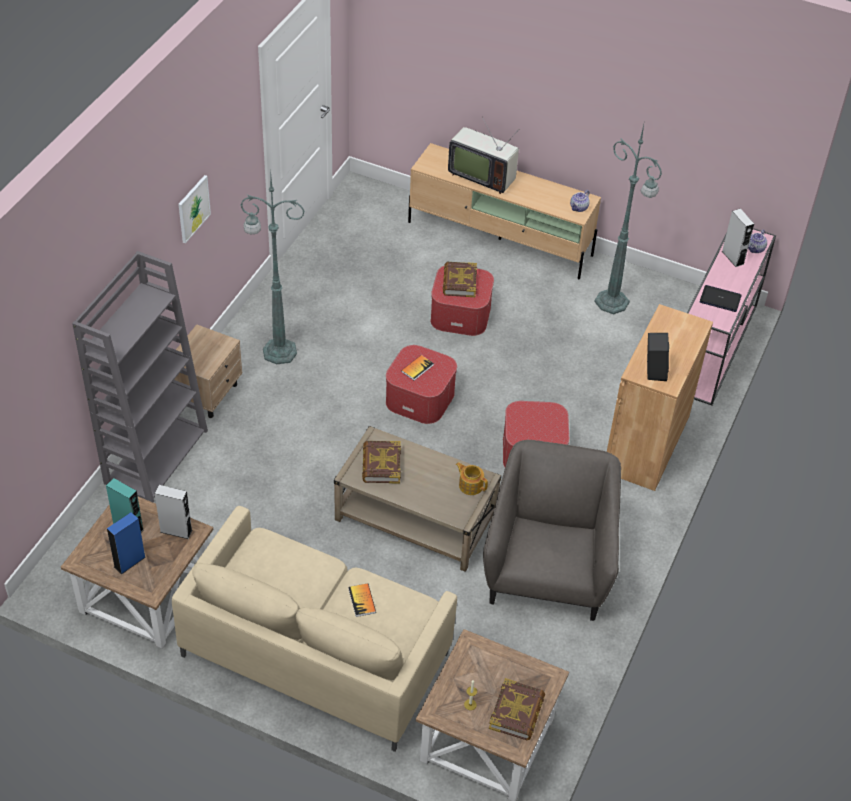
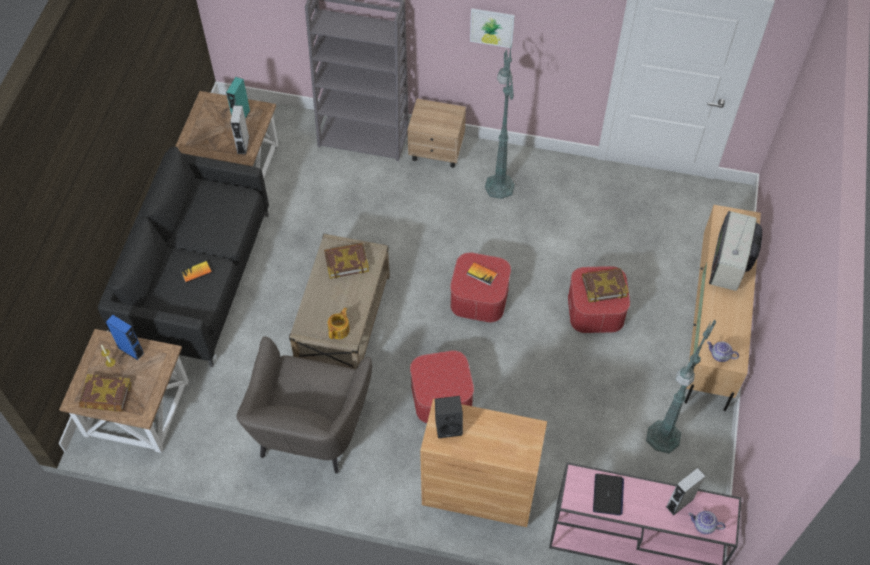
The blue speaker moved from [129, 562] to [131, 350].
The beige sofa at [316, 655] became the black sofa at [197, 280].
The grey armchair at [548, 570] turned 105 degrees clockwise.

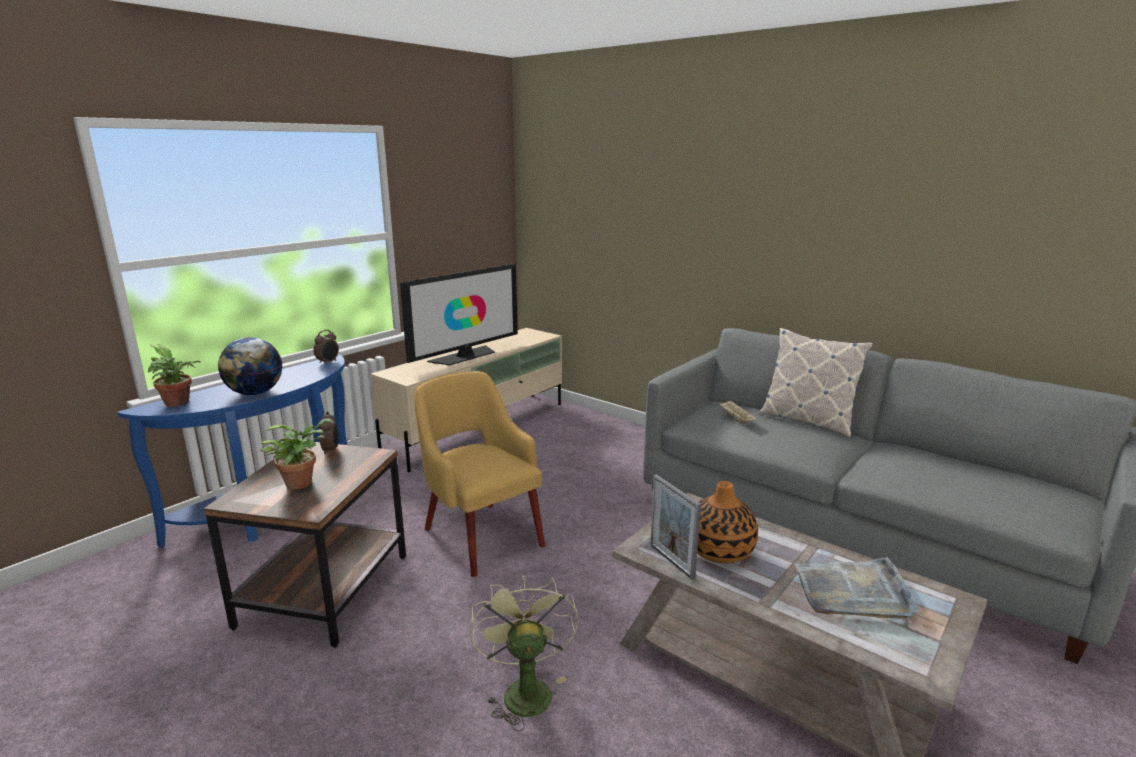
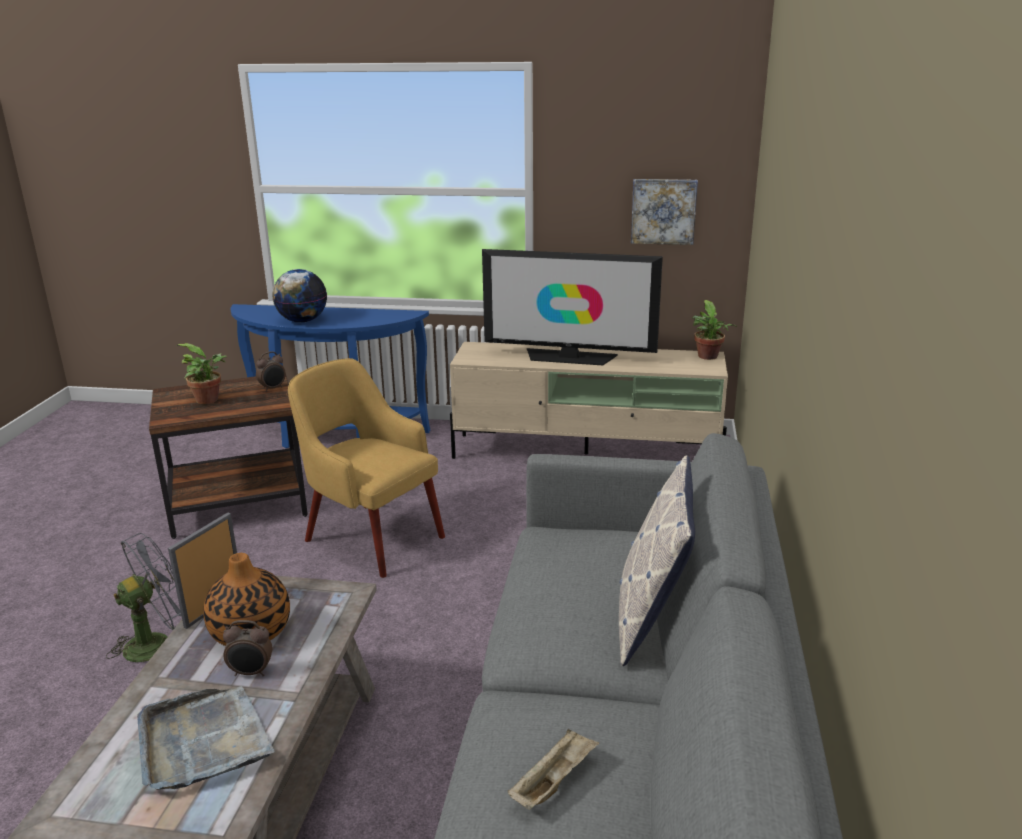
The picture at [663, 211] appeared.
The potted plant moved from [179, 403] to [708, 357].
The alarm clock moved from [328, 362] to [251, 673].
The beige tray moved from [735, 419] to [553, 781].
The green fan at [524, 689] became the grey fan at [157, 642].
The yellow armchair at [481, 535] turned 75 degrees counterclockwise.

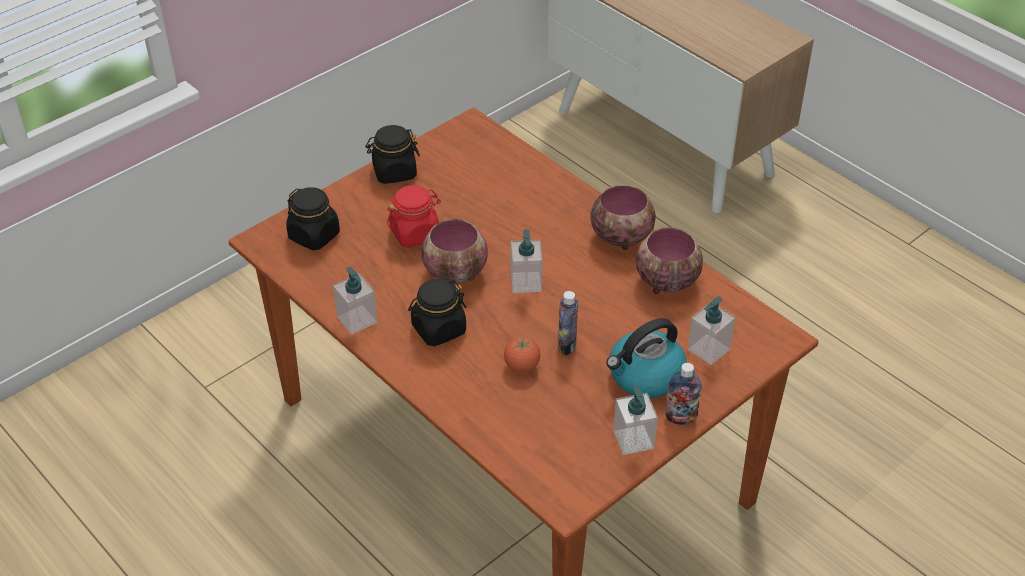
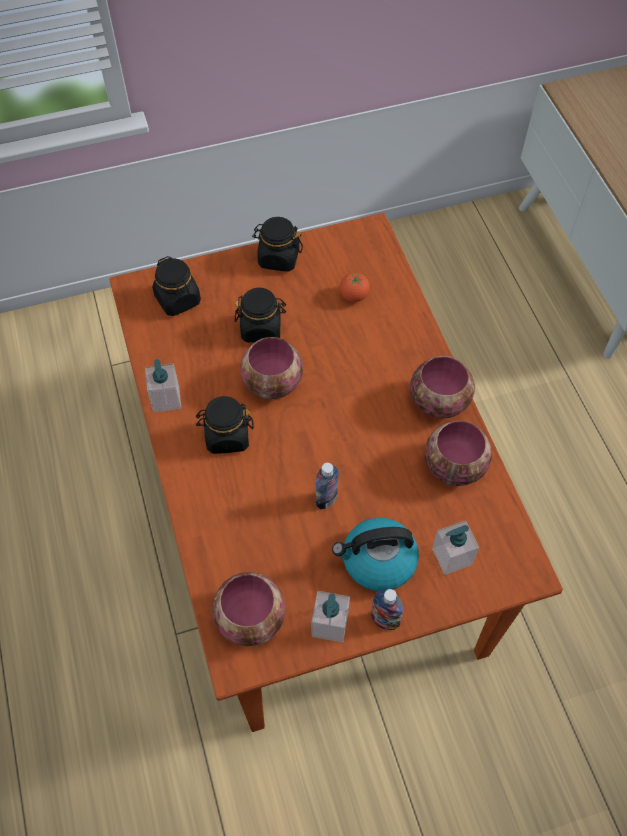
The soap dispenser at [526, 282] disappeared.
The bowl at [252, 619] appeared.
The tomato moved from [522, 366] to [354, 296].
The red jar at [415, 233] became the black jar at [261, 328].

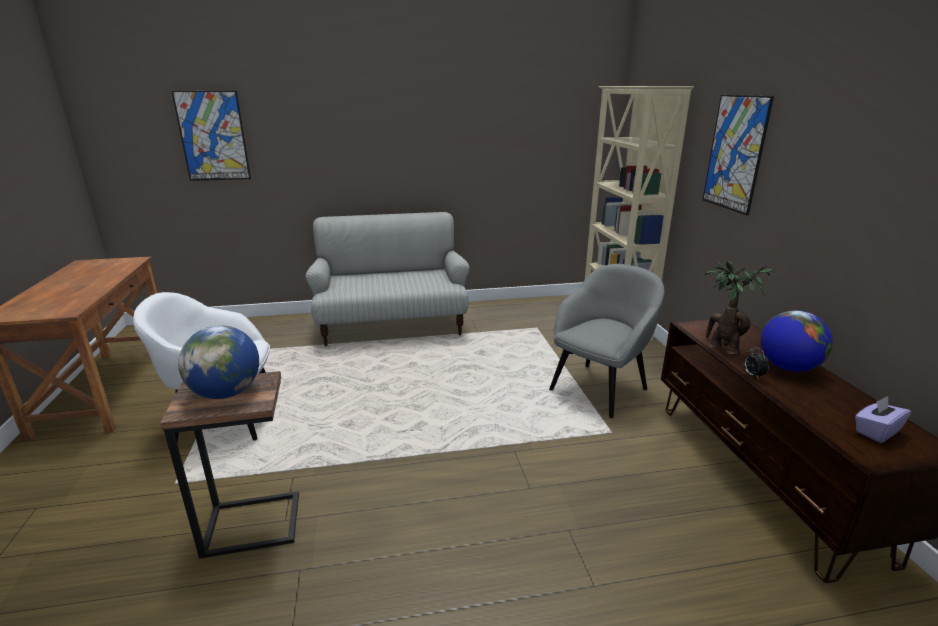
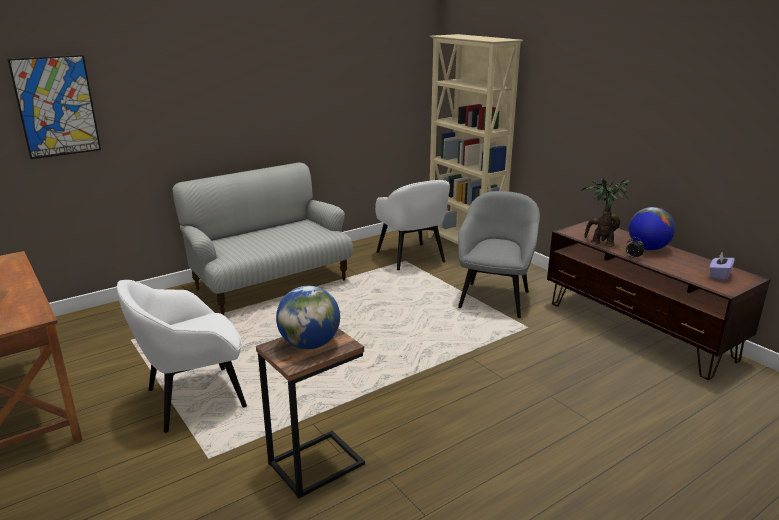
The picture at [735, 153] disappeared.
The white armchair at [411, 257] appeared.

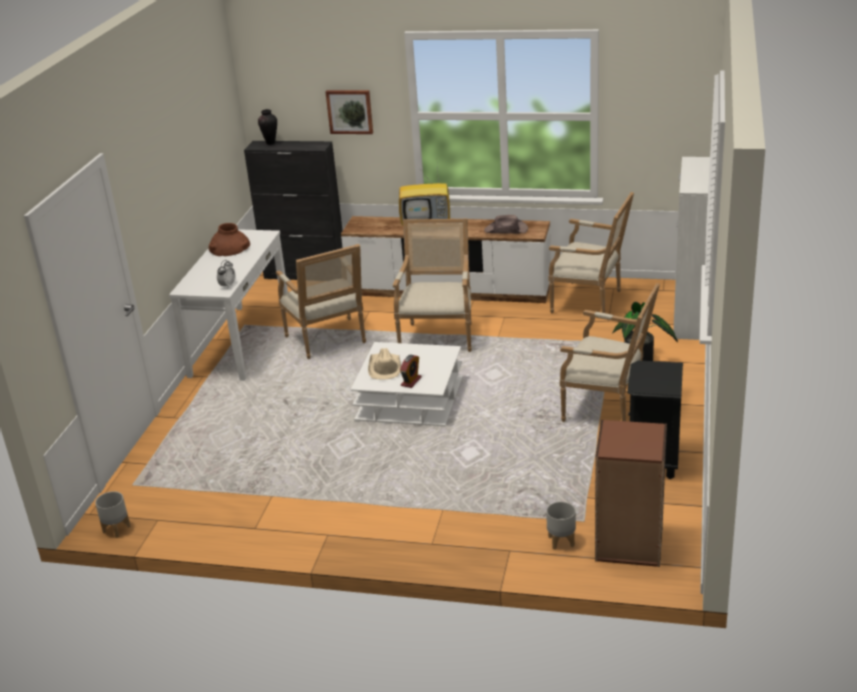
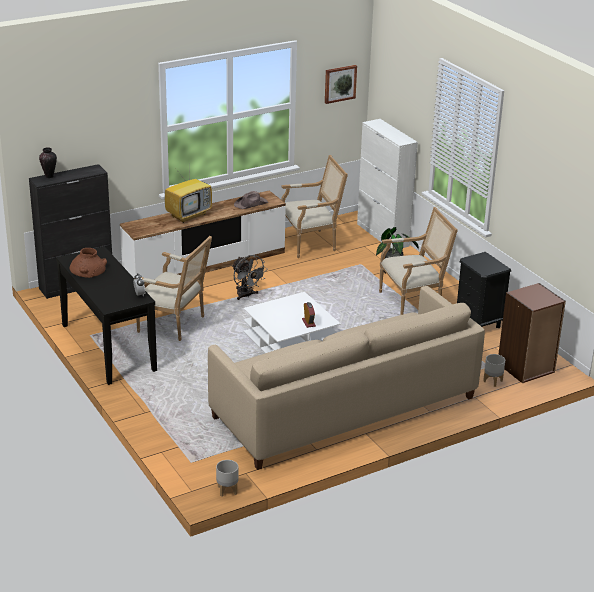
The beige hat at [385, 368] disappeared.
The beige sofa at [344, 407] appeared.
The picture moved from [350, 111] to [340, 83].
The armchair at [438, 336] was replaced by the grey fan at [246, 296].
The white console table at [240, 342] became the black console table at [108, 347].

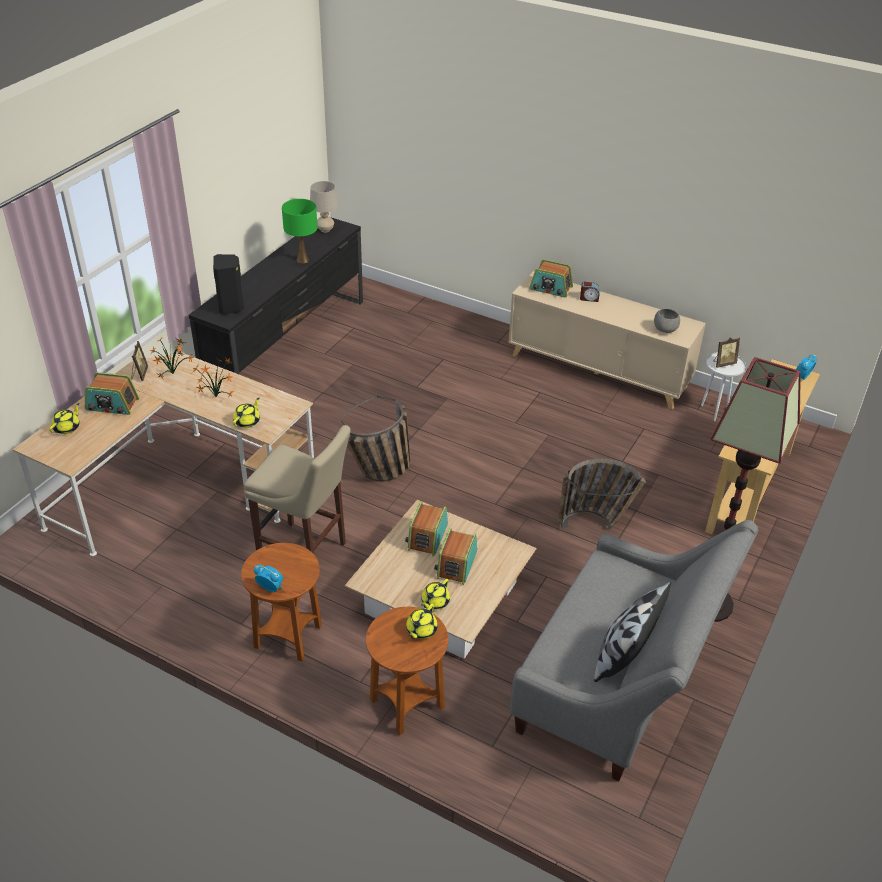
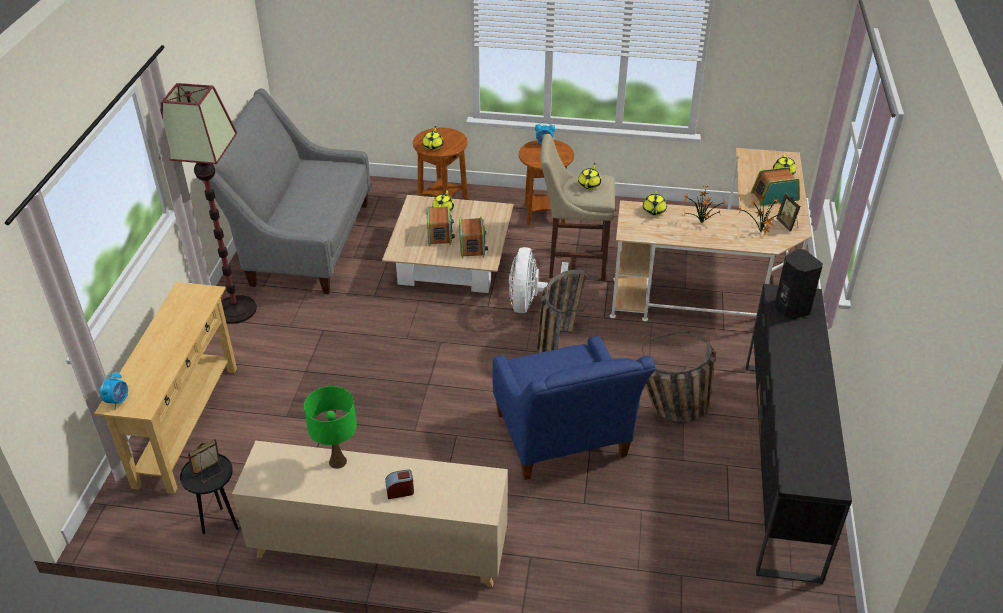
The beige table lamp at [325, 230] disappeared.
The radio at [550, 288] disappeared.
The pillow at [624, 656] disappeared.
The grey bowl at [665, 329] disappeared.
The blue armchair at [564, 442] appeared.
The white fan at [531, 304] appeared.
The yellow teapot at [589, 184] appeared.
The green table lamp moved from [303, 260] to [337, 462].
The basket moved from [596, 523] to [672, 413].
The white side table at [714, 412] became the black side table at [220, 523].

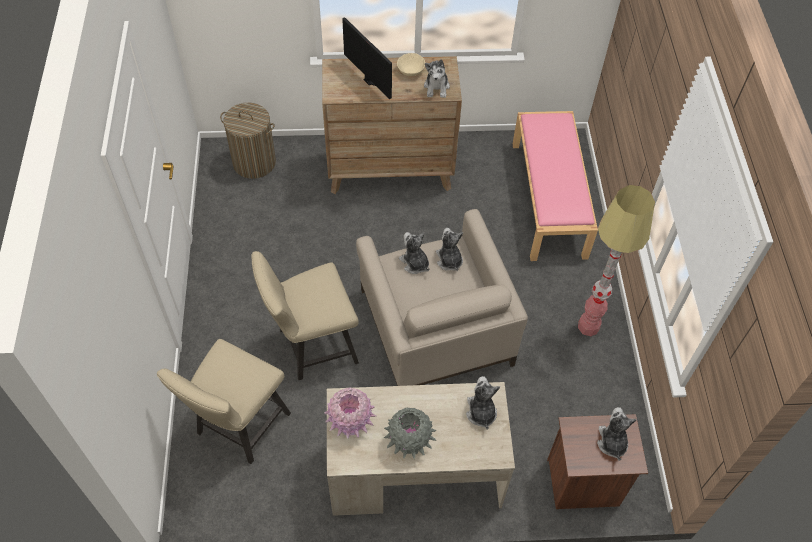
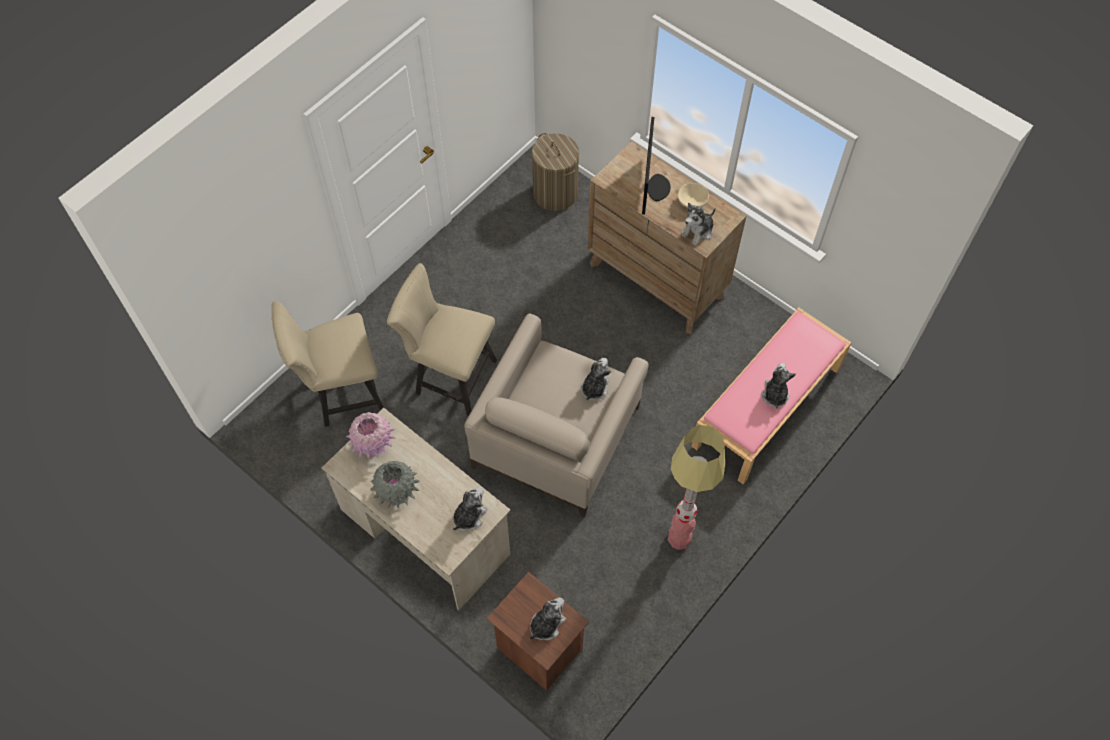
The plush toy moved from [414, 263] to [774, 394].

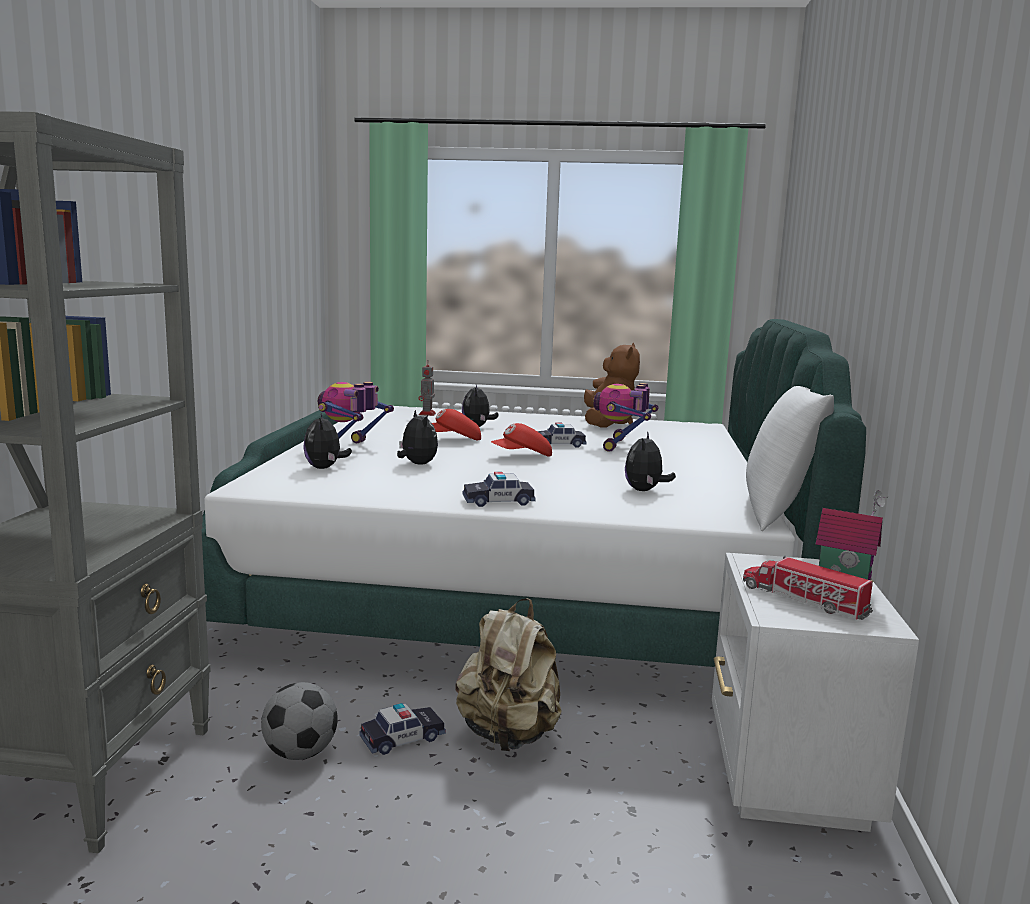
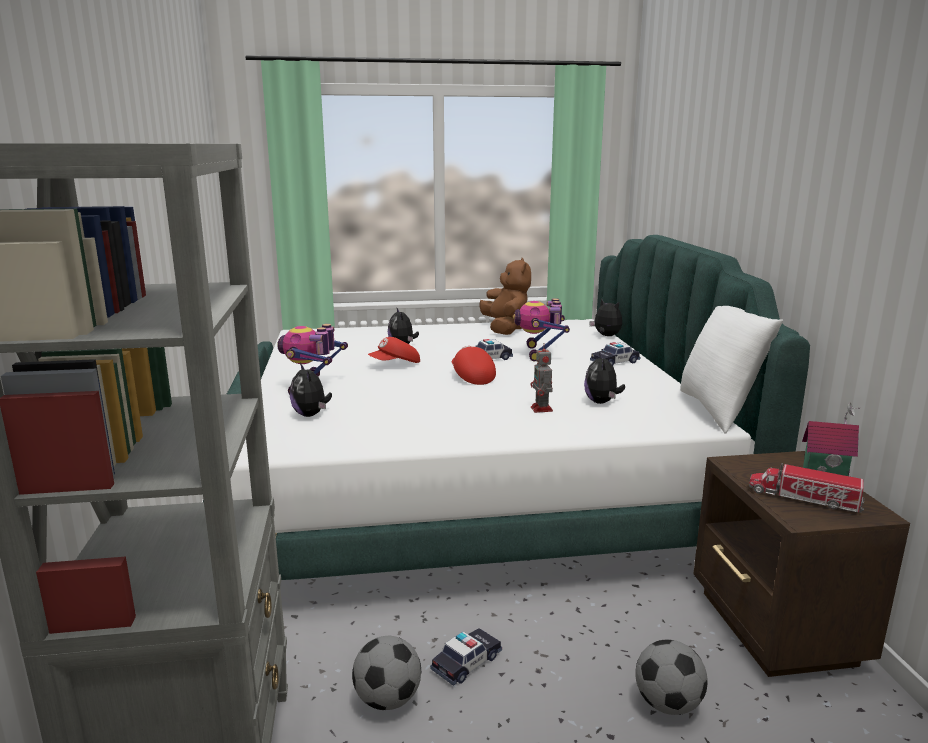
The beige backpack at [509, 735] disappeared.
The football at [667, 704] appeared.
The plush toy moved from [417, 464] to [606, 336].
The toy robot moved from [427, 414] to [542, 409].
The toy car moved from [498, 501] to [615, 362].
The white nightstand at [785, 775] became the brown nightstand at [775, 629].
The red cap at [522, 457] turned 105 degrees clockwise.

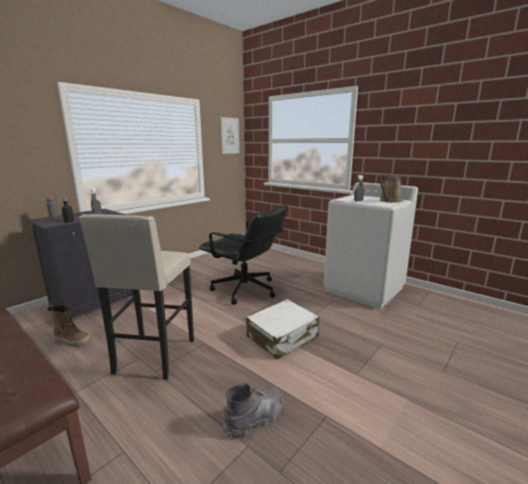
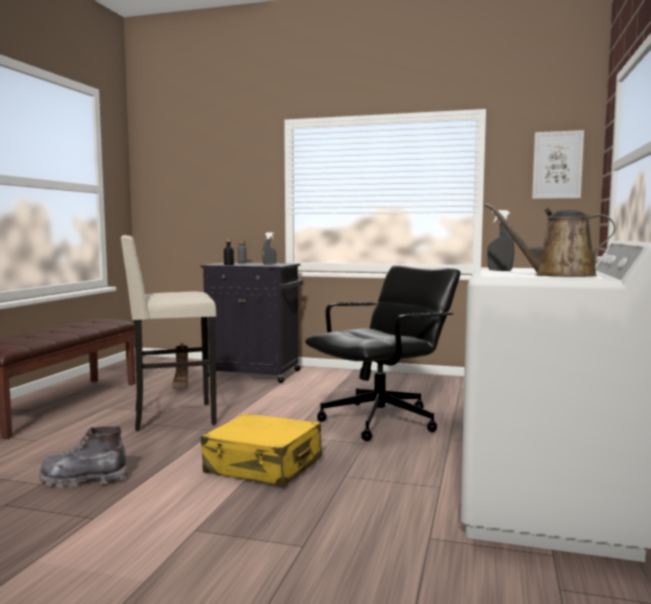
The white suitcase at [282, 337] became the yellow suitcase at [263, 466].
The black office chair at [245, 290] turned 135 degrees counterclockwise.
The grey boot at [255, 417] turned 150 degrees clockwise.

